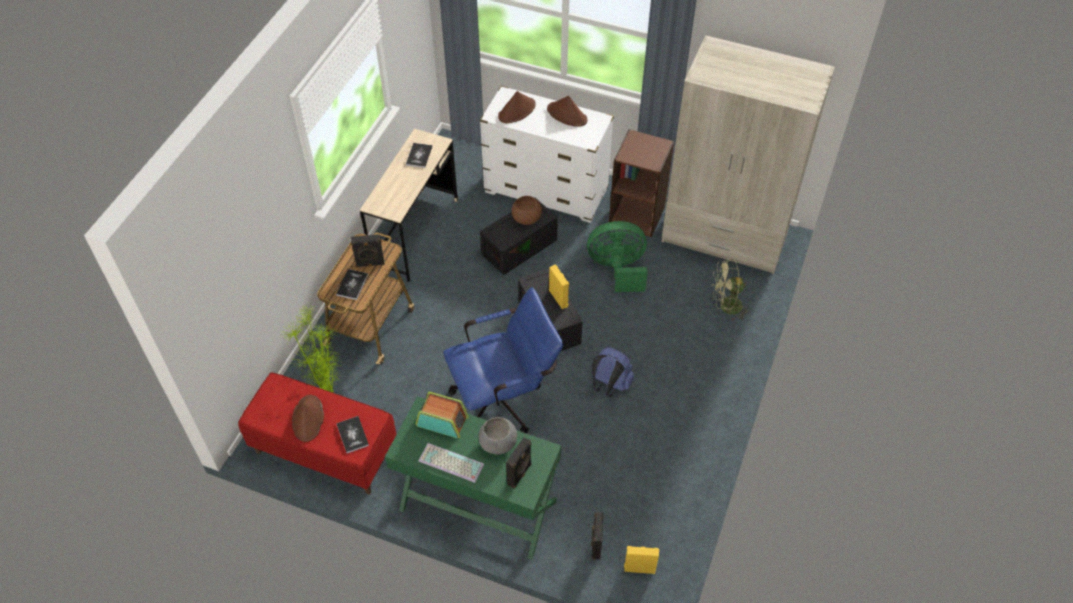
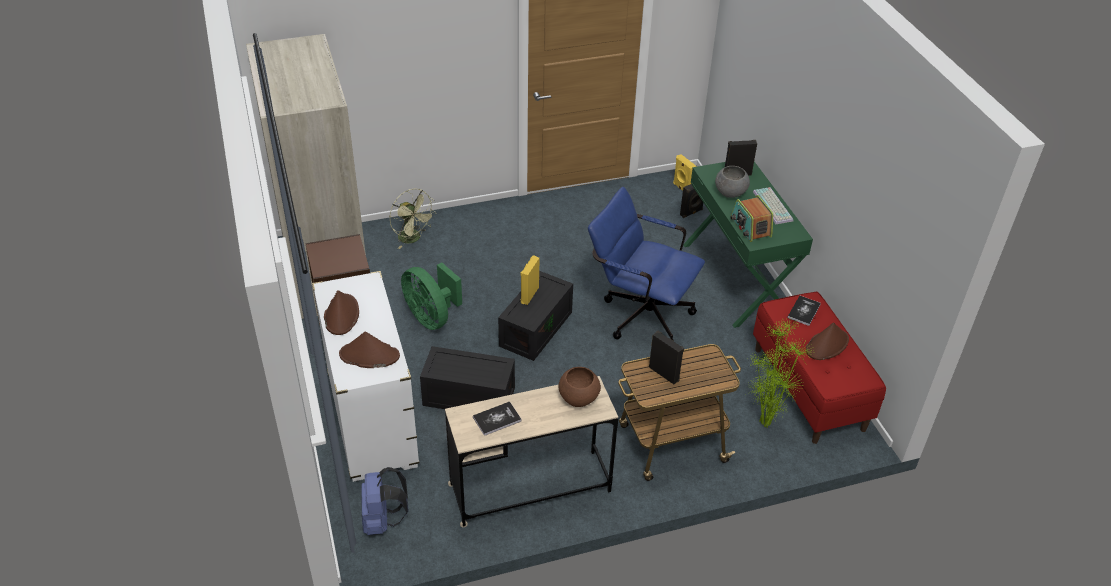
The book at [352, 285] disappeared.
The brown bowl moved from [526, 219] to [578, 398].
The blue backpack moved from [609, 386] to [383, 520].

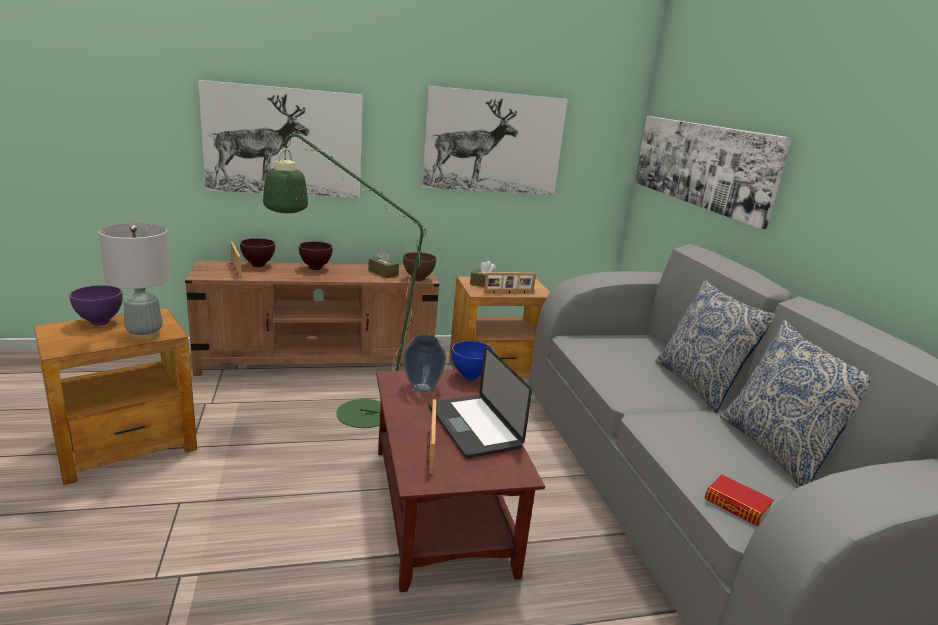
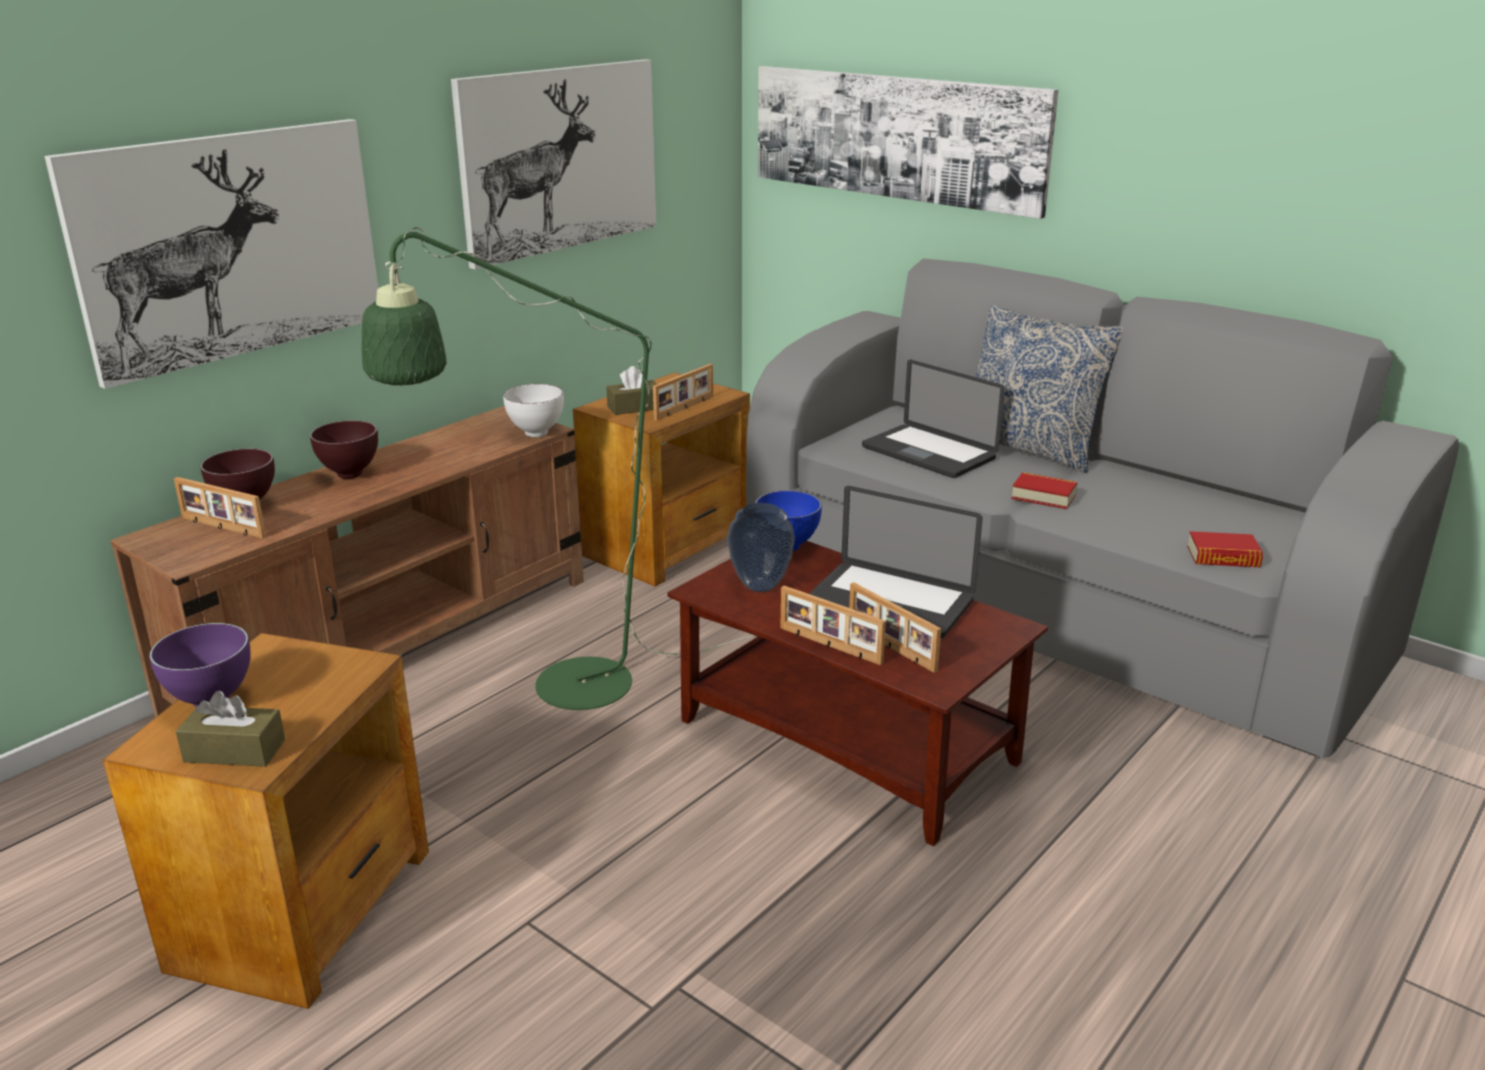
The grey table lamp at [144, 335] disappeared.
The pillow at [777, 450] disappeared.
The picture frame at [829, 646] appeared.
The laptop at [928, 453] appeared.
The book at [1043, 496] appeared.
The brown tissue box moved from [383, 273] to [234, 751].
The brown bowl at [418, 280] became the white bowl at [538, 434].

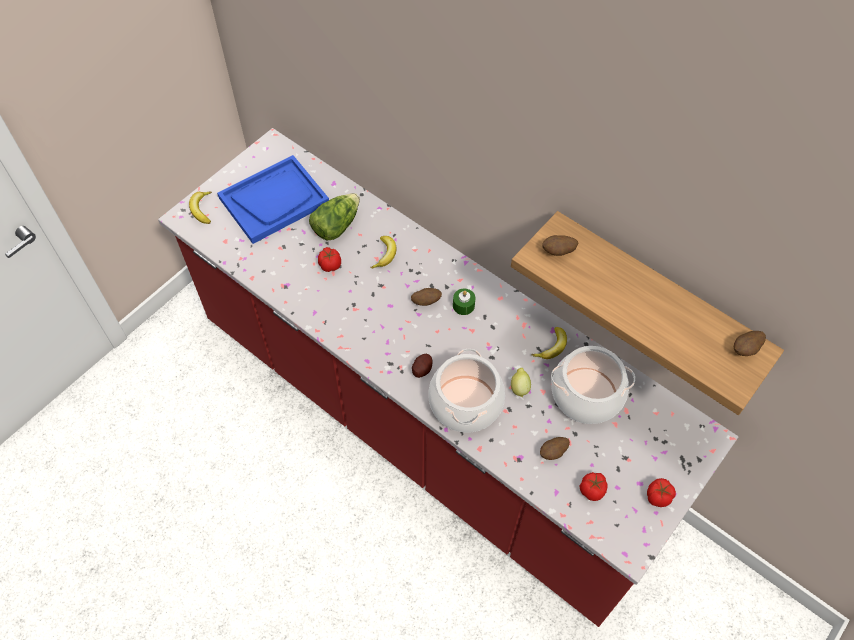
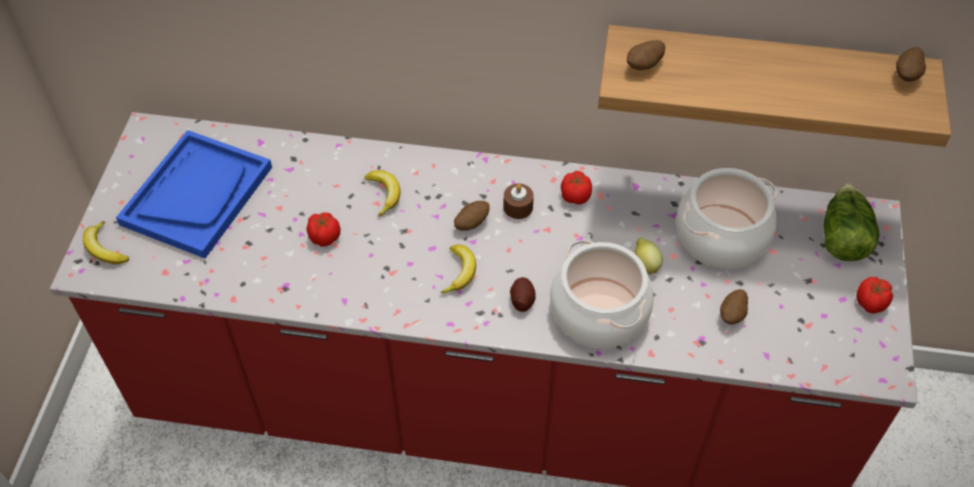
The lettuce moved from [336, 225] to [842, 237].
The banana moved from [552, 347] to [460, 272].
The tomato moved from [592, 489] to [575, 195].
The green candle at [463, 305] became the brown candle at [518, 207].

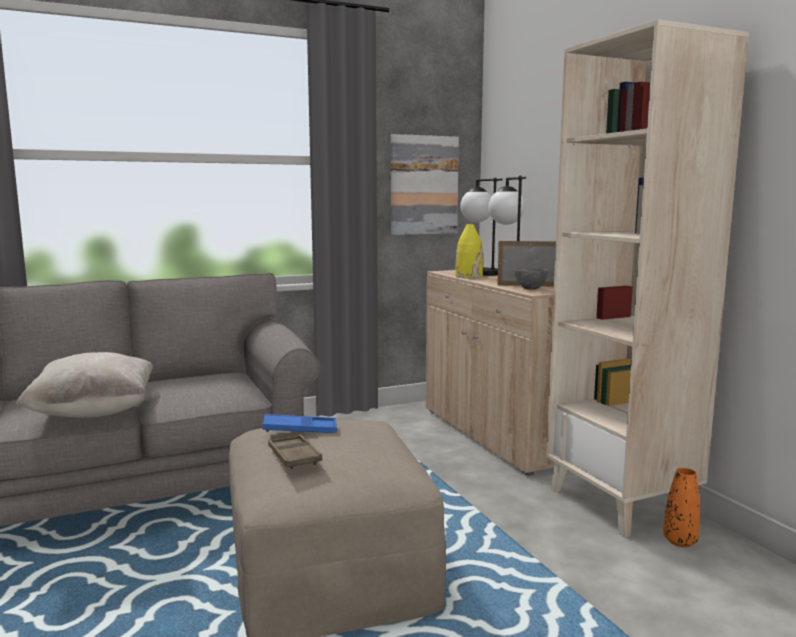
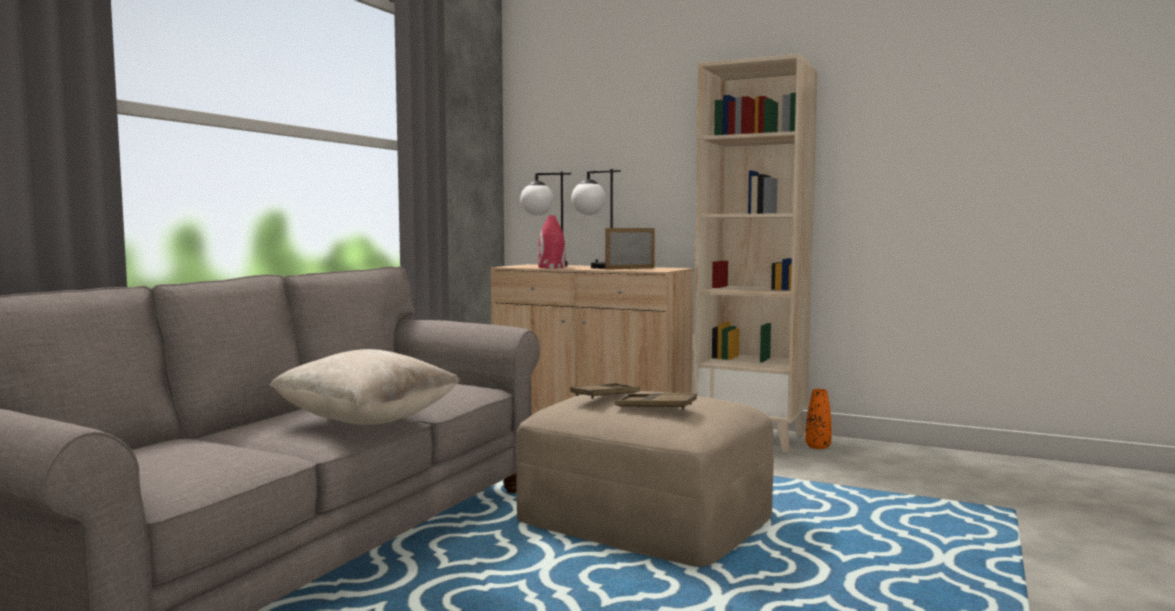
The picture at [423, 185] disappeared.
The grey bowl at [530, 289] disappeared.
The blue tray at [300, 430] became the brown tray at [605, 395].
The yellow vase at [468, 276] became the red vase at [551, 267].

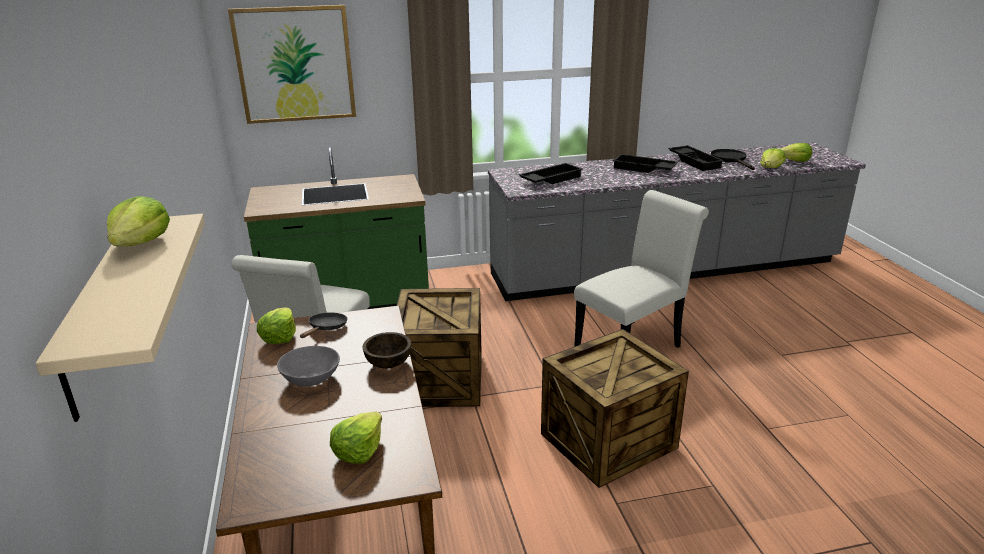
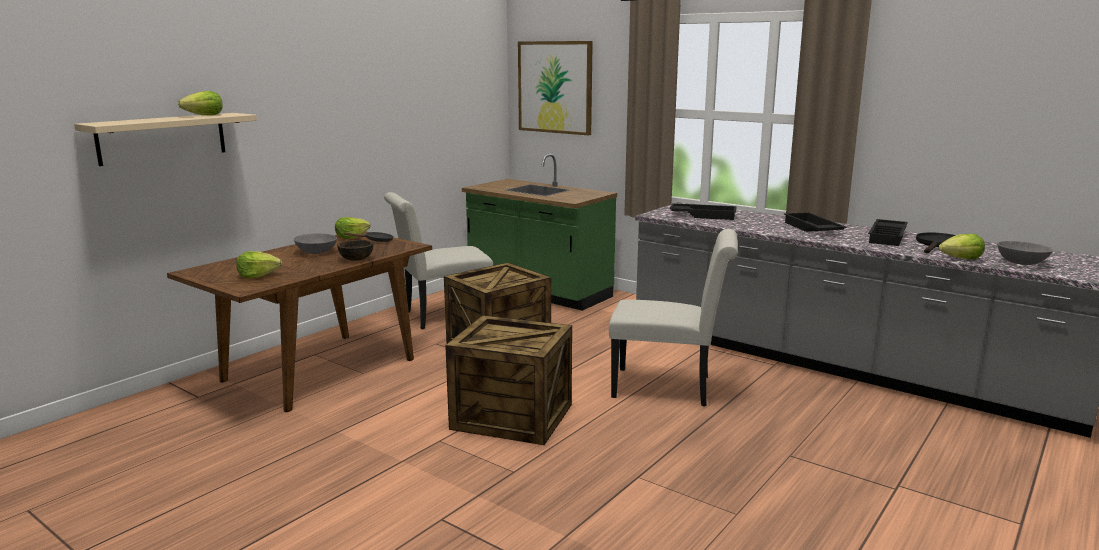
The lettuce at [795, 161] was replaced by the grey bowl at [1021, 263].

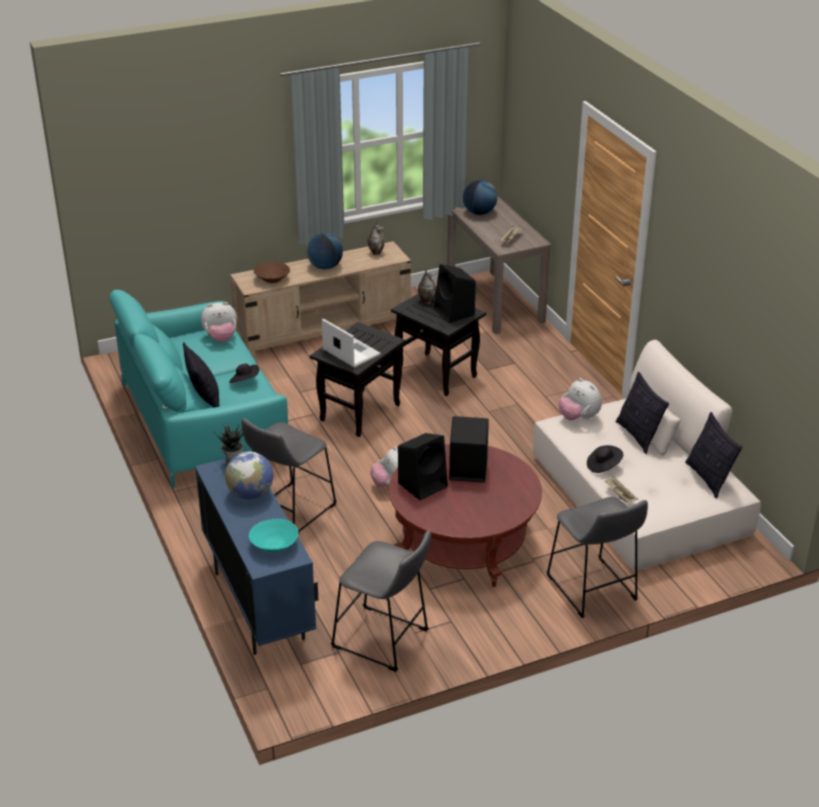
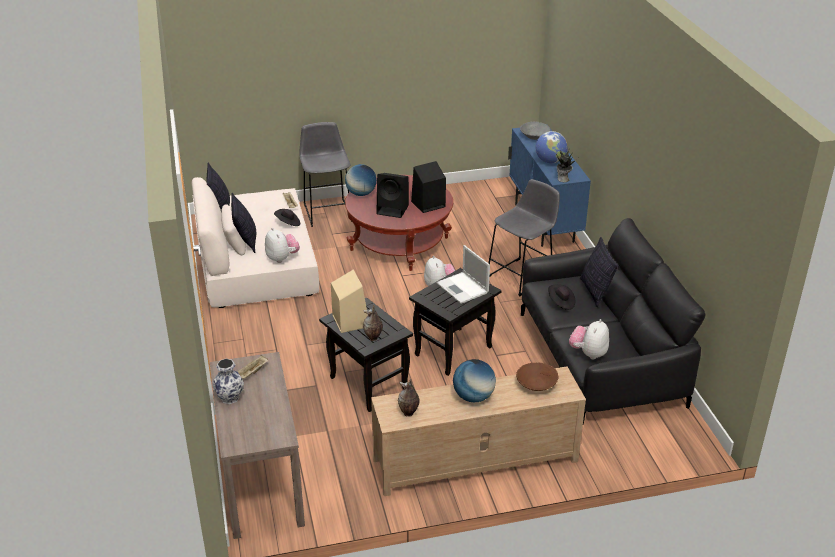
The grey stool at [384, 641] disappeared.
The vase at [229, 397] appeared.
The globe moved from [479, 213] to [361, 194].
The turquoise sofa at [203, 420] became the black sofa at [600, 359].
The turquoise bowl at [274, 545] became the grey bowl at [534, 136].
The black speaker at [455, 312] became the beige speaker at [350, 320].
The plush toy at [221, 338] turned 60 degrees counterclockwise.

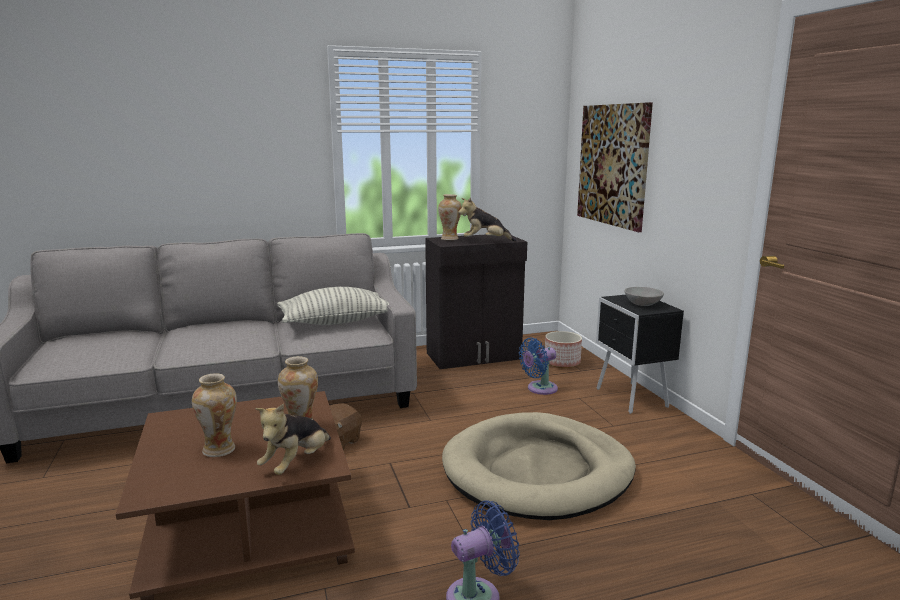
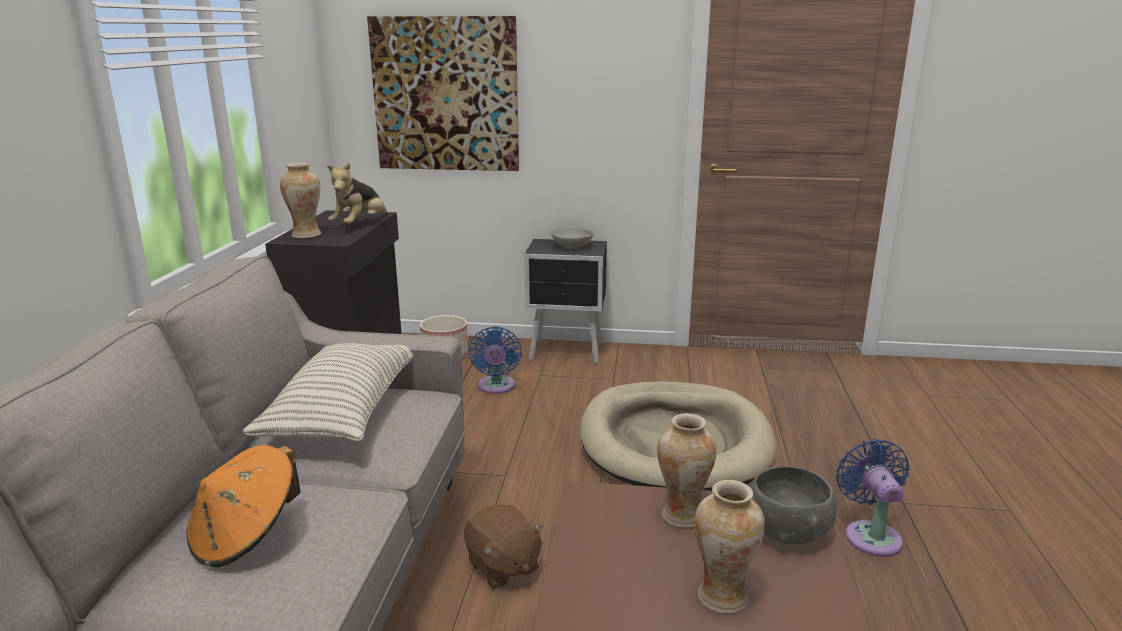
The orange hat at [246, 536] appeared.
The plush toy at [296, 463] was replaced by the grey bowl at [787, 532].

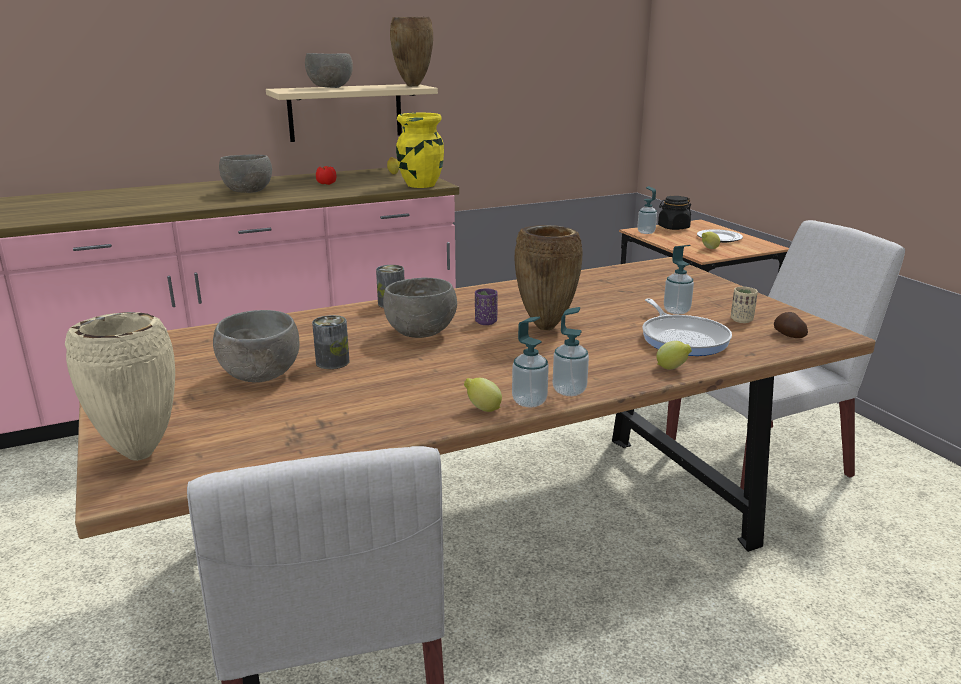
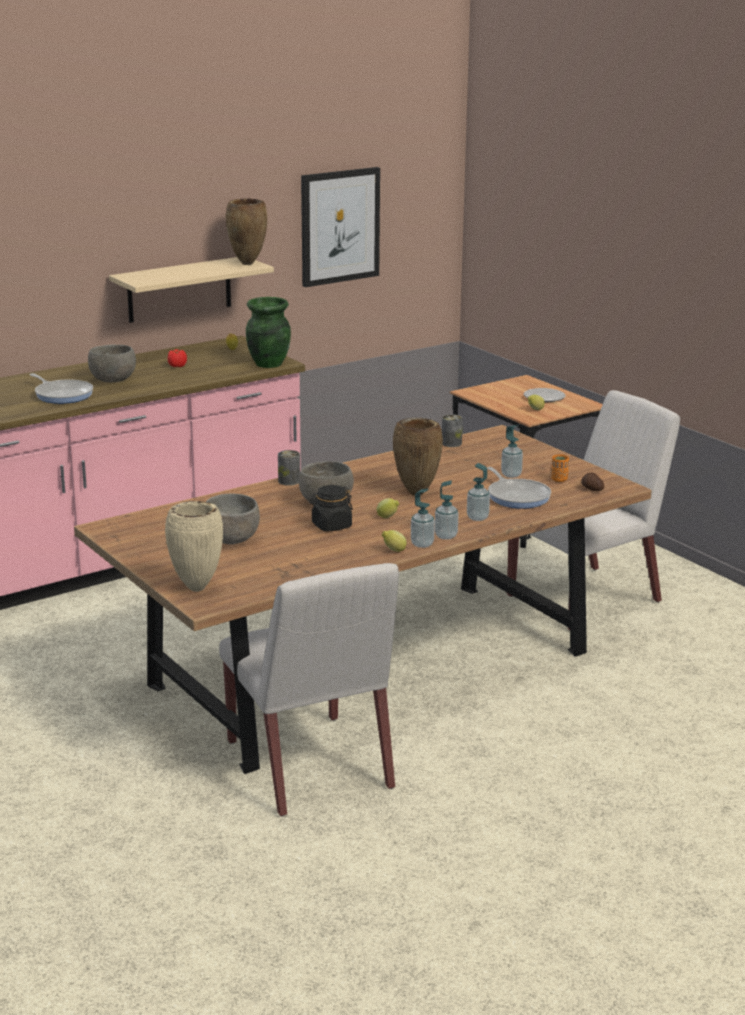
The grey bowl at [331, 88] disappeared.
The purple cup at [486, 322] disappeared.
The frying pan at [62, 394] appeared.
The picture at [339, 226] appeared.
The can moved from [332, 362] to [451, 443].
The soap dispenser moved from [646, 232] to [477, 517].
The lemon moved from [672, 369] to [387, 517].
The black jar moved from [673, 227] to [331, 526].
The yellow vase at [420, 185] became the green vase at [268, 364].
The beige cup at [741, 320] became the orange cup at [559, 479].

